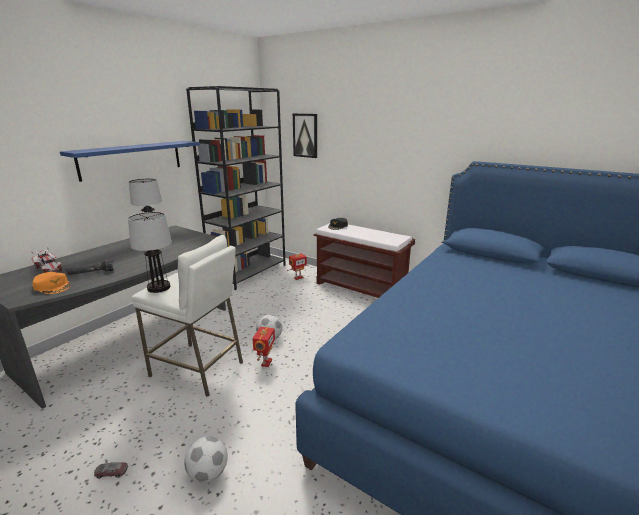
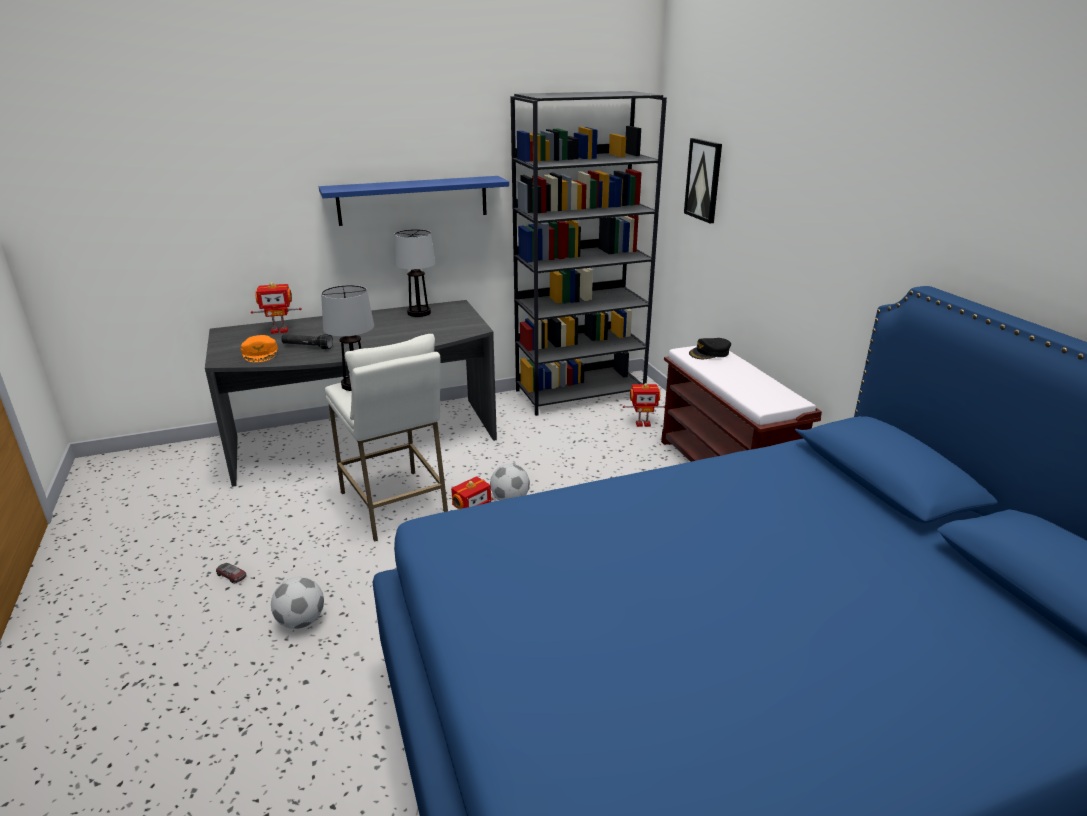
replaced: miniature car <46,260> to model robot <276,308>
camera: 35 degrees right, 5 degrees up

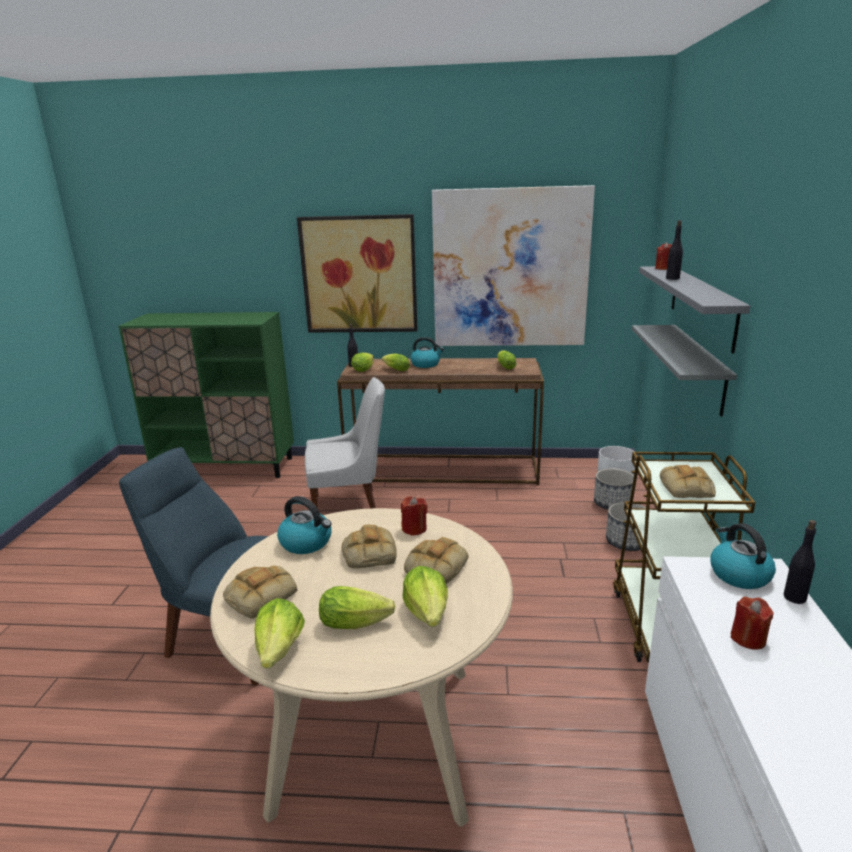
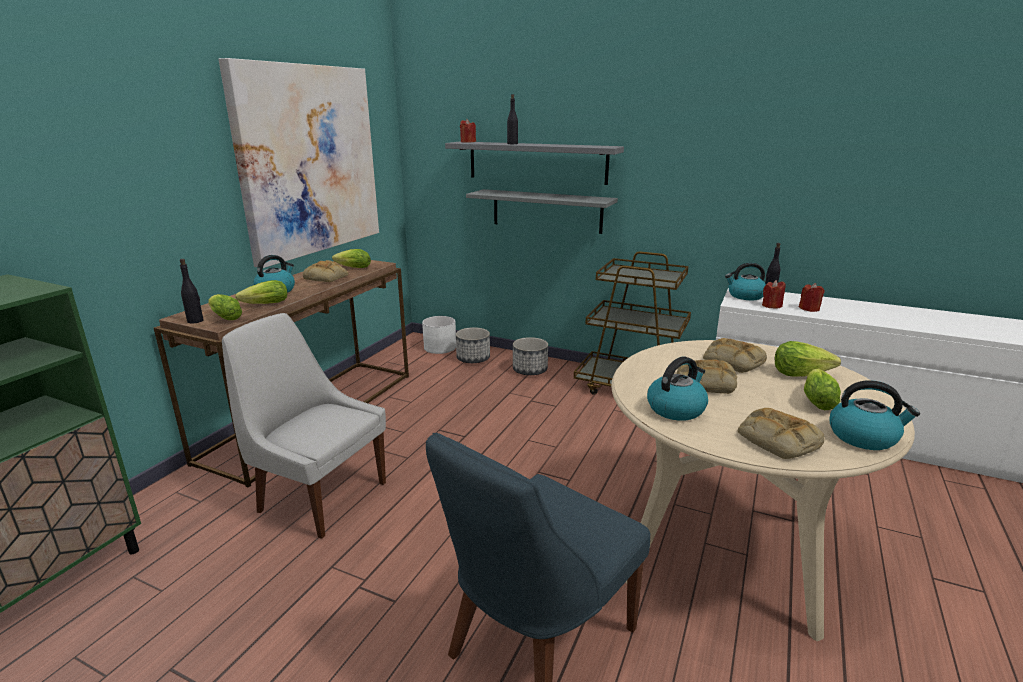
removed: picture <357,273>
moved: reddish wax light <414,516> to <773,294>; baked bread <688,481> to <326,271>
replaced: lettuce head <279,633> to water kettle <874,415>
turned: white-coloured upright chair <345,443> = <304,426> 75 degrees counterclockwise
camera: 70 degrees left, 0 degrees up

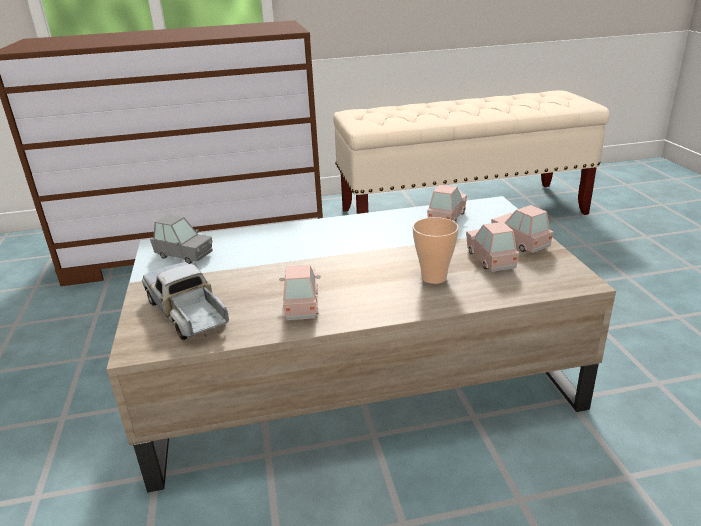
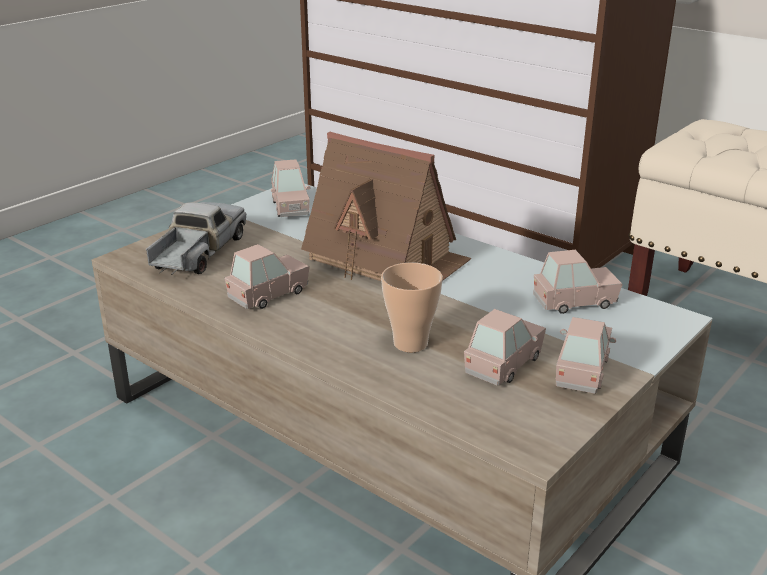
added: toy house <386,206>
recoloured: gray miniature car <181,239> to pink miniature car <291,188>
camera: 50 degrees right, 0 degrees up

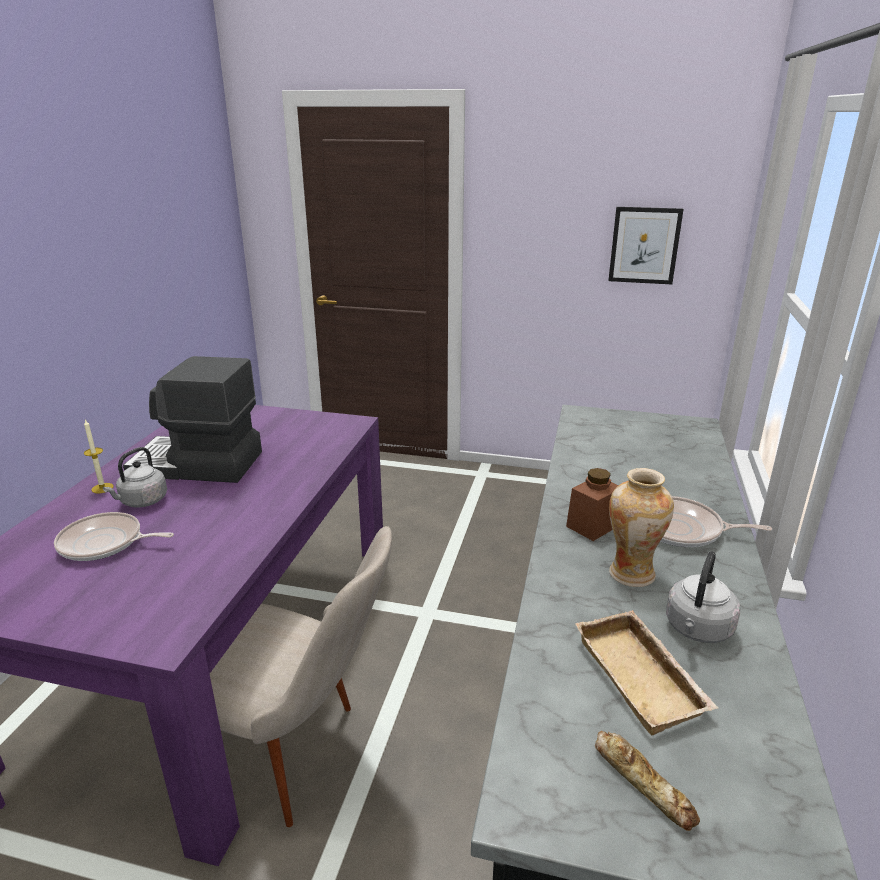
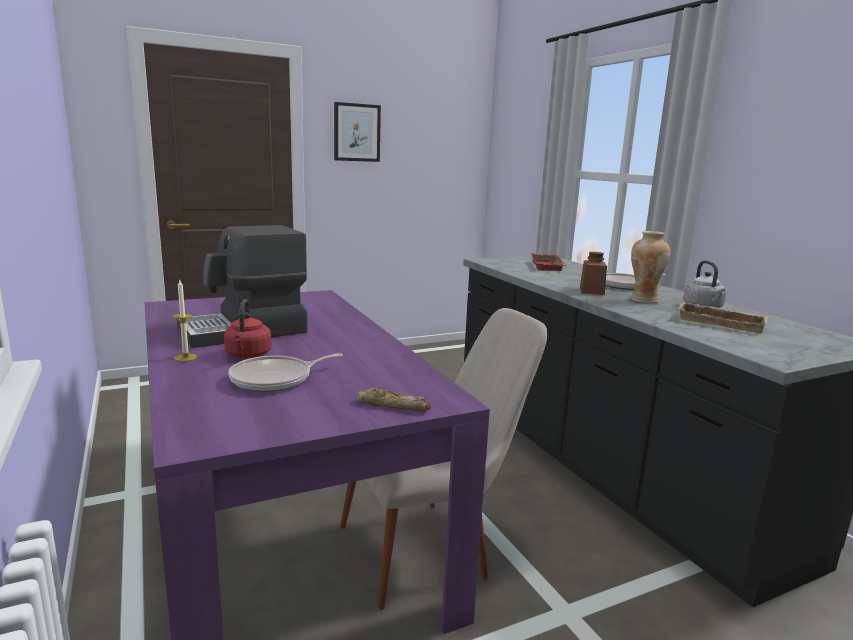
added: reddish carrying tray <548,262>
moved: baked bread <647,781> to <394,400>; picture <646,245> to <357,132>
recoloured: gray water kettle <135,477> to reddish water kettle <248,328>
camera: 40 degrees left, 10 degrees down

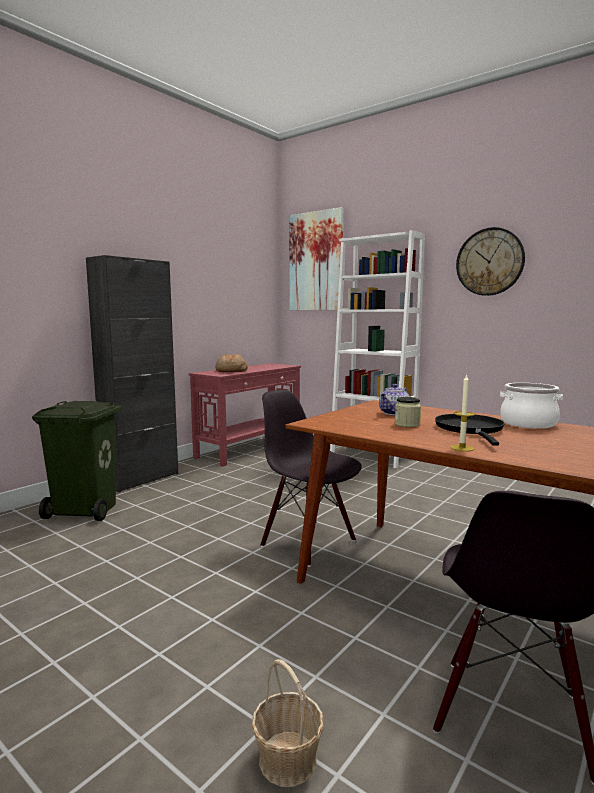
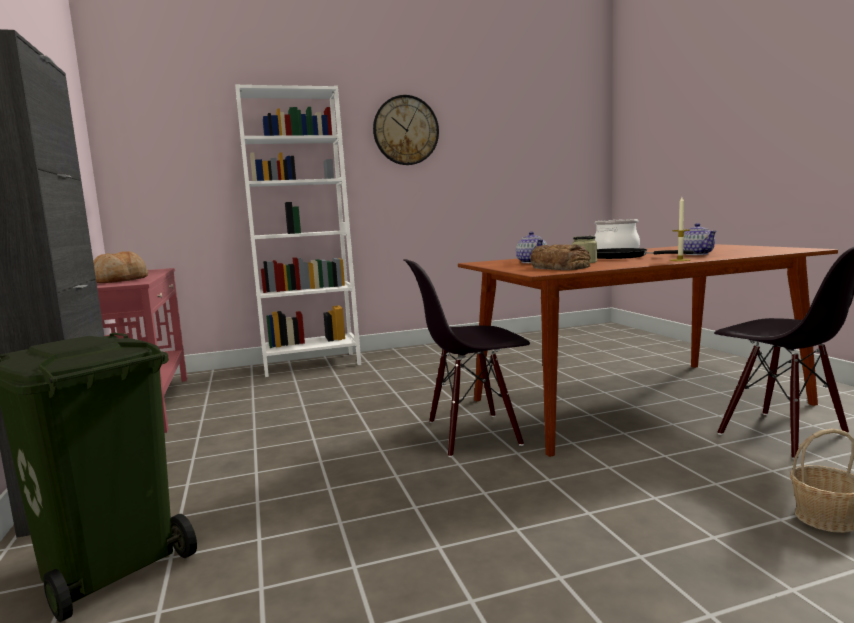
removed: picture <316,258>
added: baked bread <561,257>; tea pot <700,239>
camera: 55 degrees left, 0 degrees up

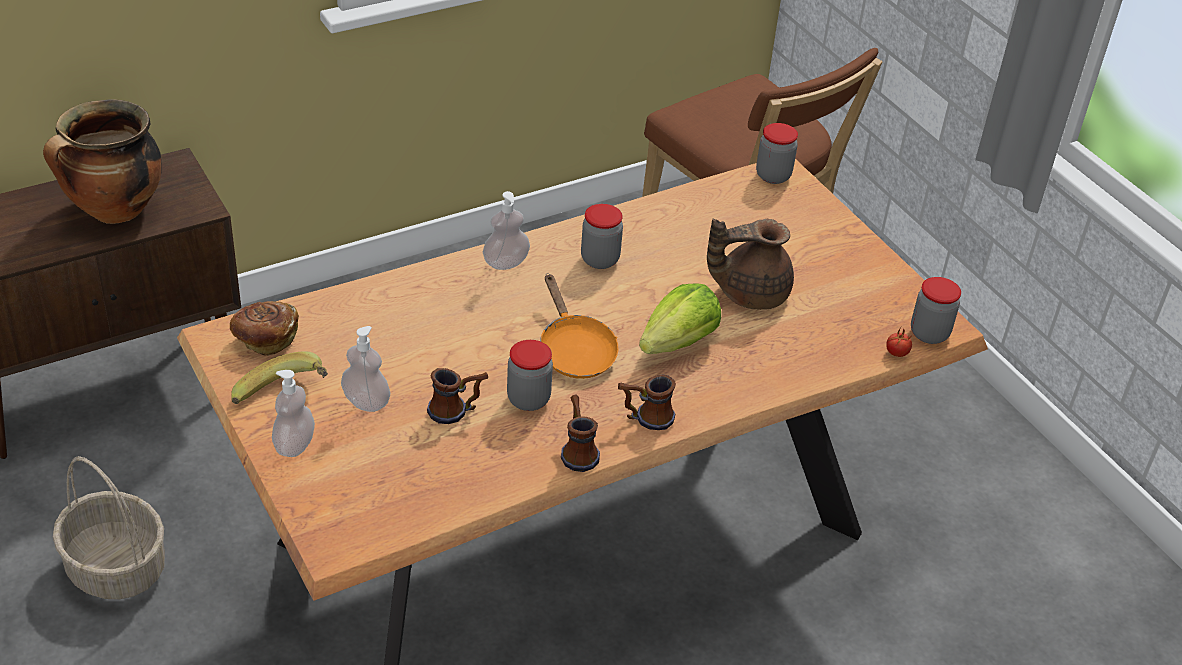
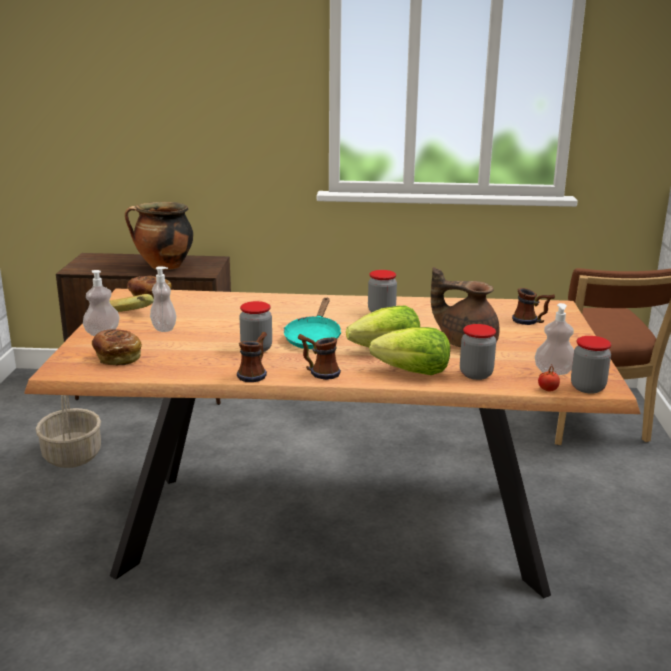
added: baked bread <117,347>; lettuce head <409,351>
moved: tea mug <457,396> to <533,306>; liquid soap bottle <506,230> to <554,339>; preserve jar <777,153> to <478,352>
recoloured: orangey pan <579,327> to turquoise pan <312,323>
camera: 35 degrees right, 20 degrees down

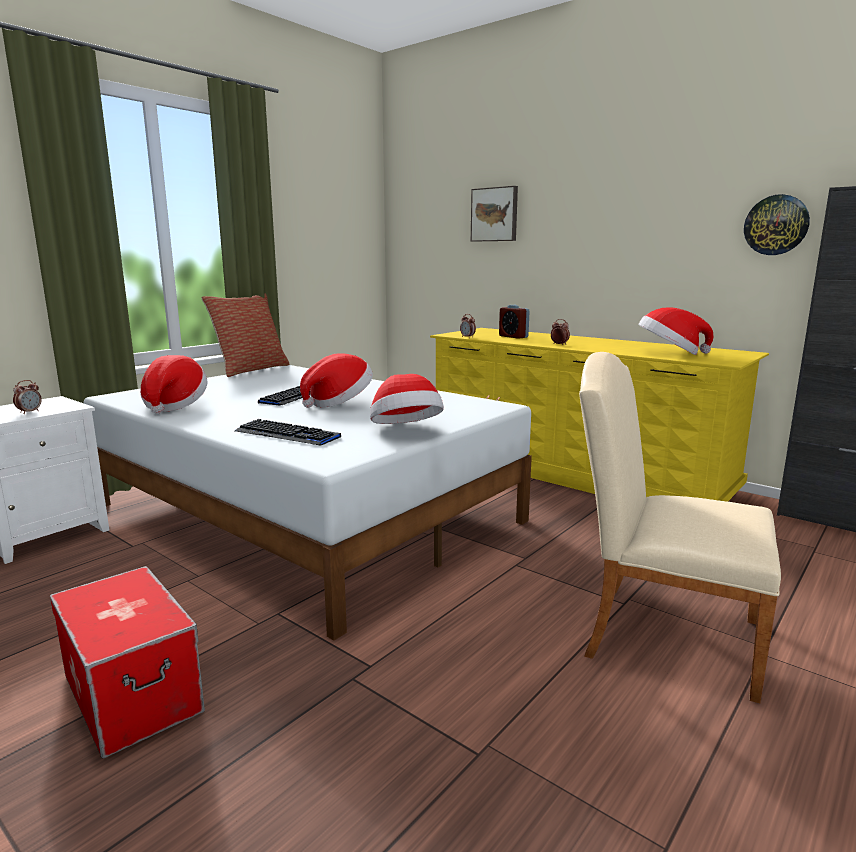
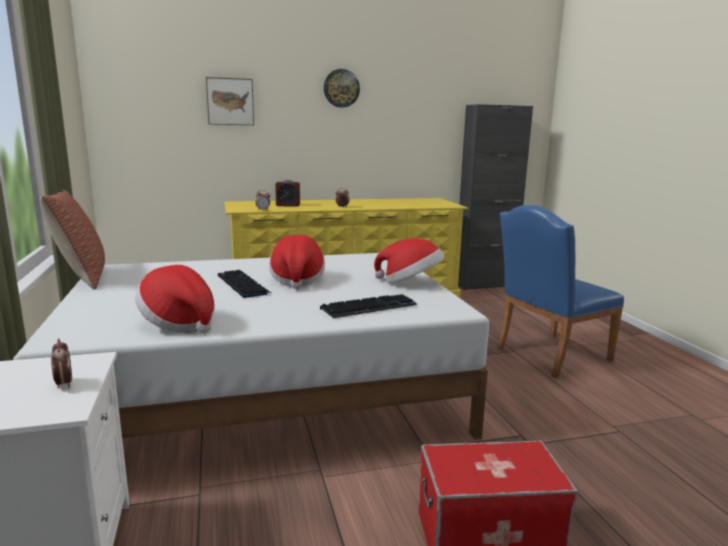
removed: clothing hat <676,331>
moved: wall clock <777,224> to <342,88>
recoloured: sand-coloured upright chair <680,527> to blue upright chair <560,291>
camera: 55 degrees left, 0 degrees up

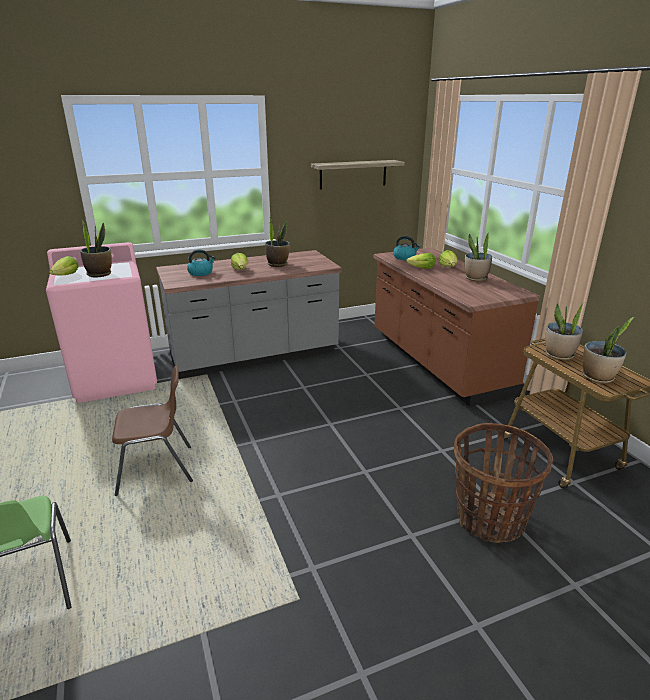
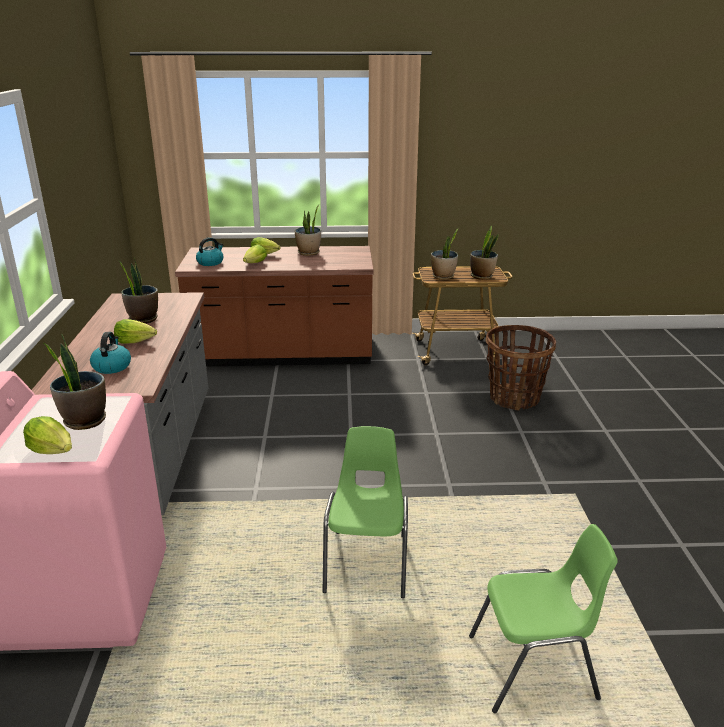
removed: wall shelf <358,175>
recoloured: brown upright chair <152,431> to green-coloured upright chair <365,512>
camera: 70 degrees left, 0 degrees up

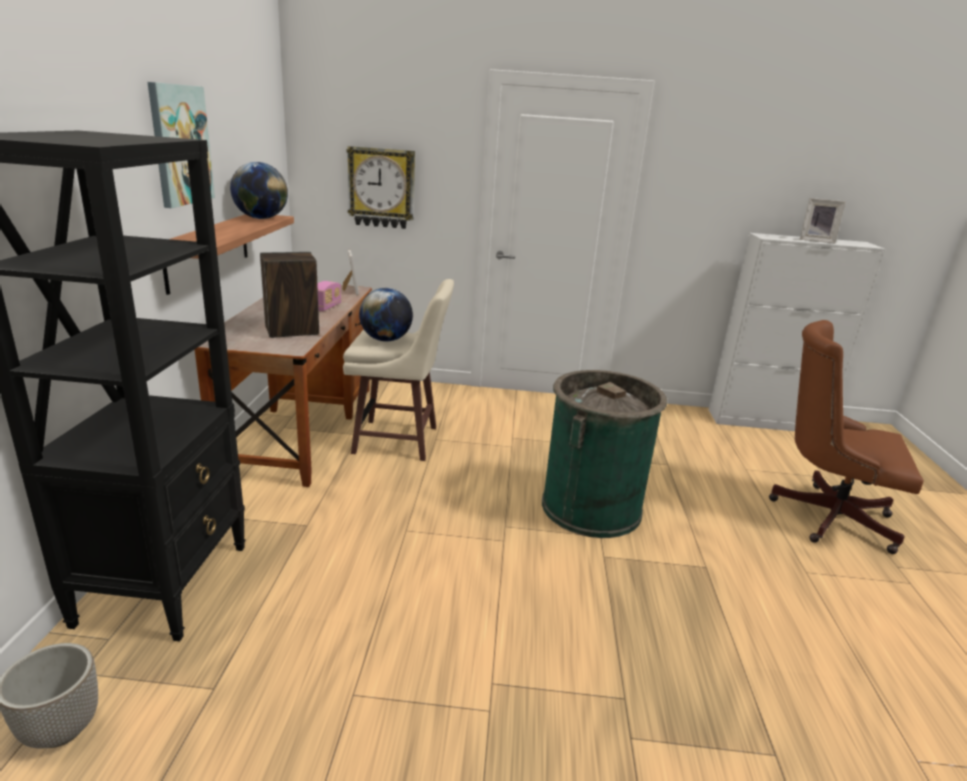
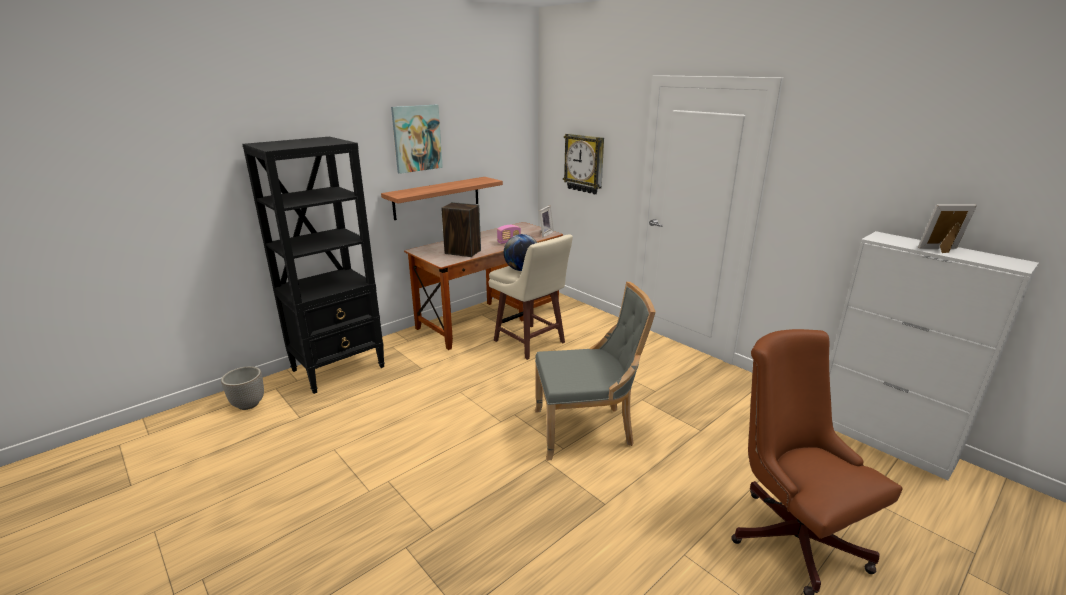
removed: world globe <259,190>
replaced: green-coloured rubbish bin <604,454> to gray upright chair <595,371>
turned: standing frame <823,220> = <947,229> 120 degrees clockwise
camera: 45 degrees right, 0 degrees up

